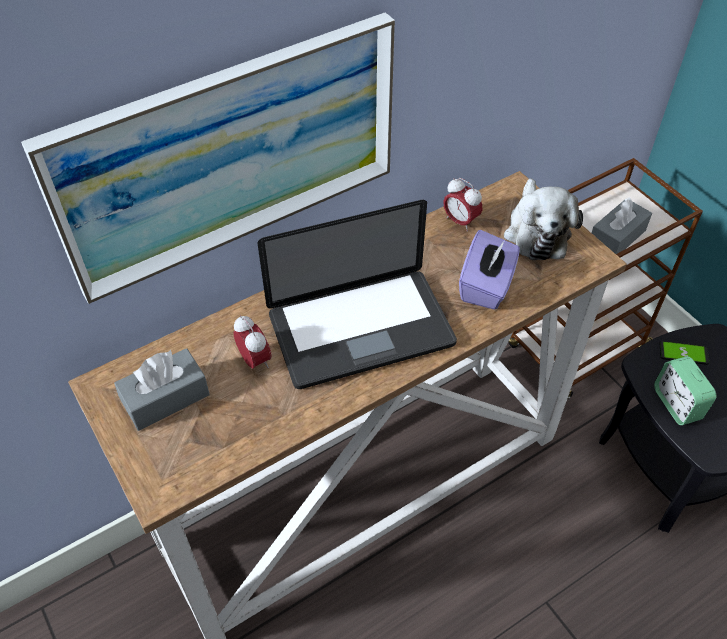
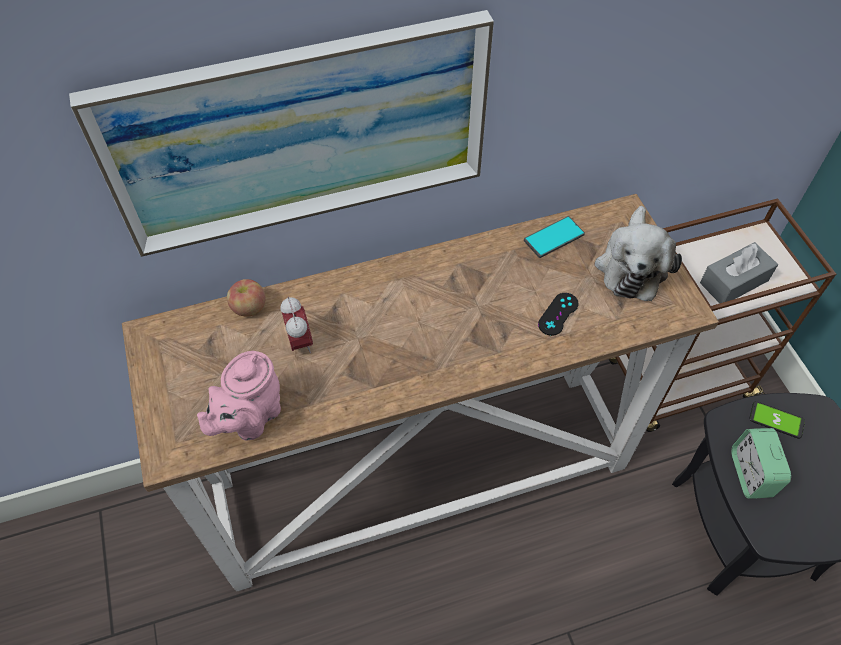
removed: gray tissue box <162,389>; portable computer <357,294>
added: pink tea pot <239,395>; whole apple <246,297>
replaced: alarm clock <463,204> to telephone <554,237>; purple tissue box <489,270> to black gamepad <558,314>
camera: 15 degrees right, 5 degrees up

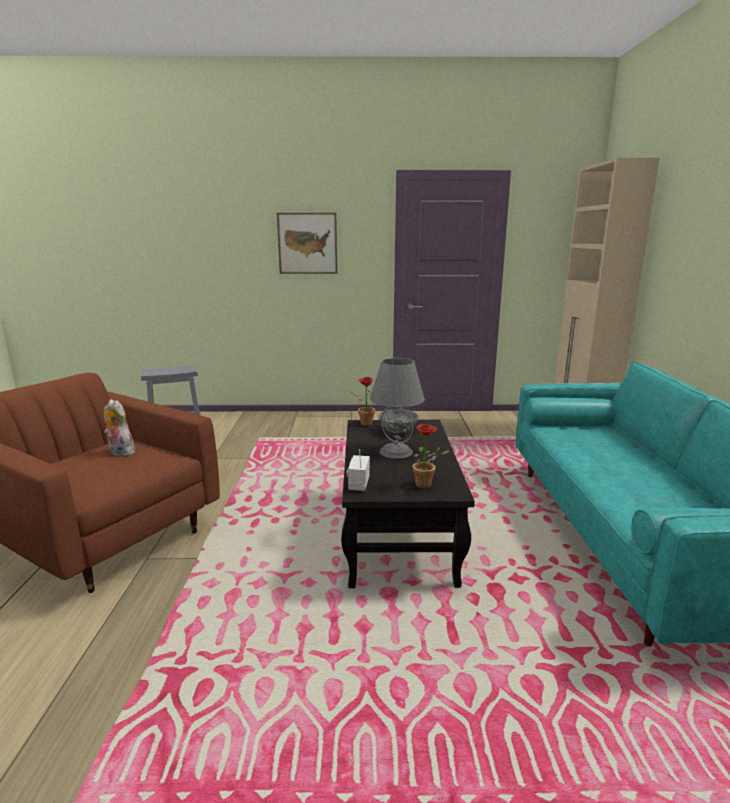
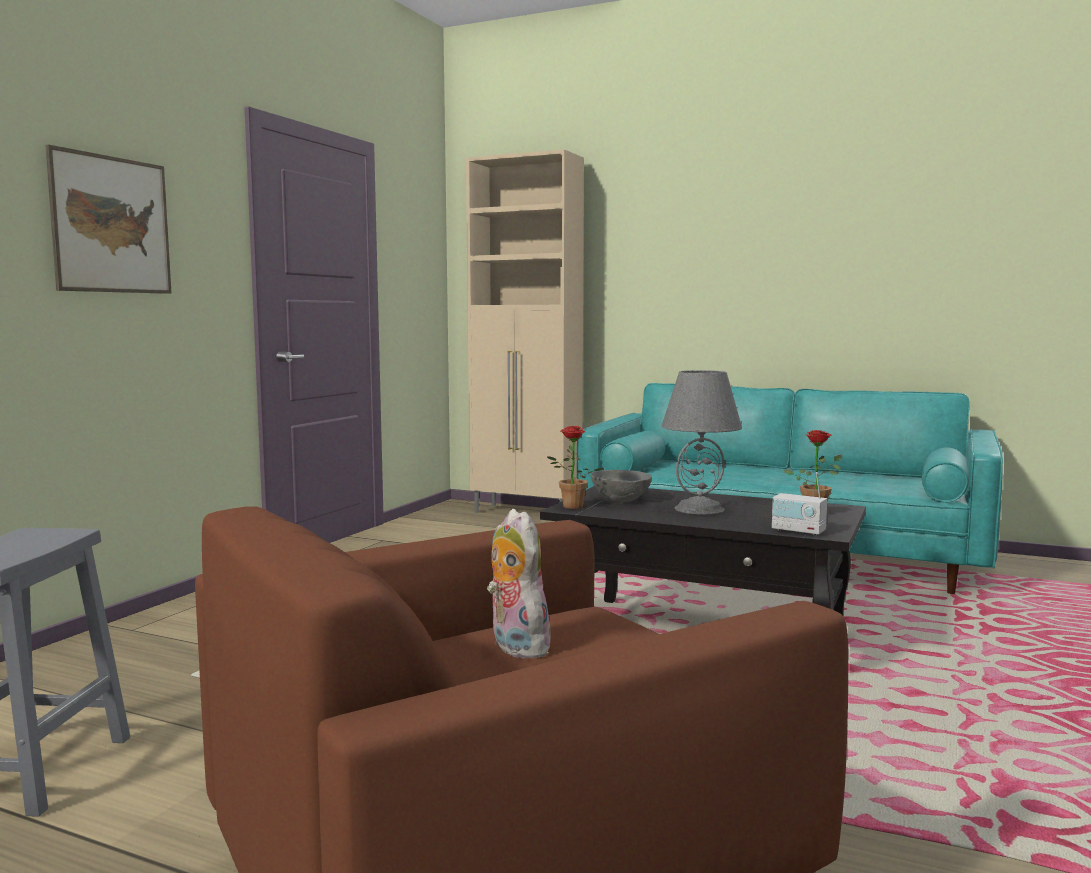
turned: cuddly toy <119,428> = <520,584> 90 degrees clockwise
camera: 65 degrees left, 10 degrees down

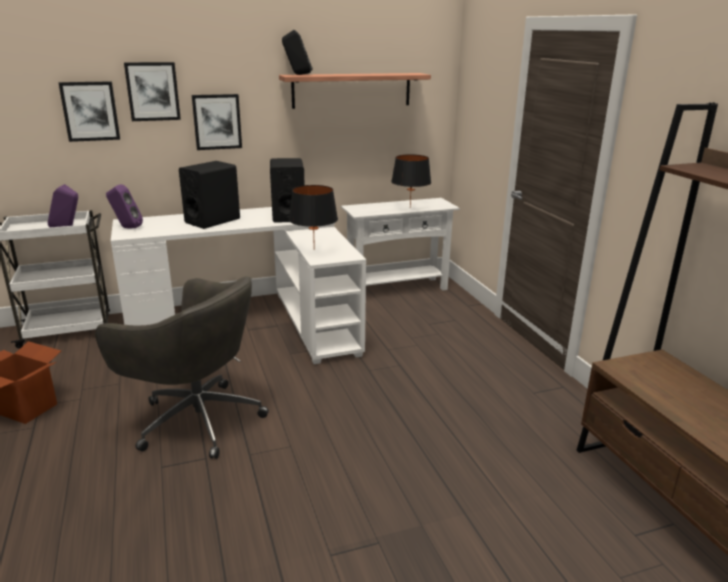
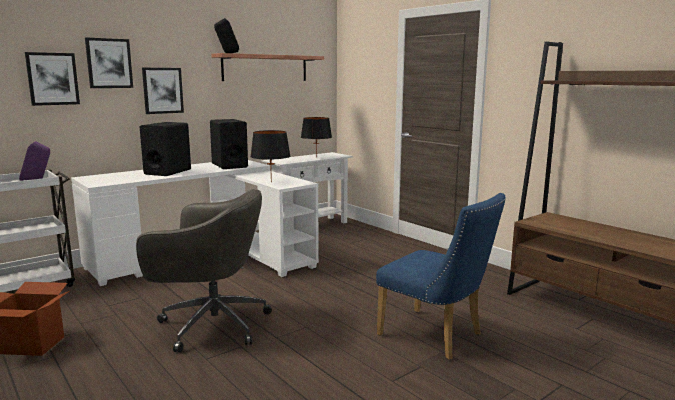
removed: purple loudspeaker <124,206>
added: blue upright chair <441,276>
camera: 20 degrees left, 10 degrees down

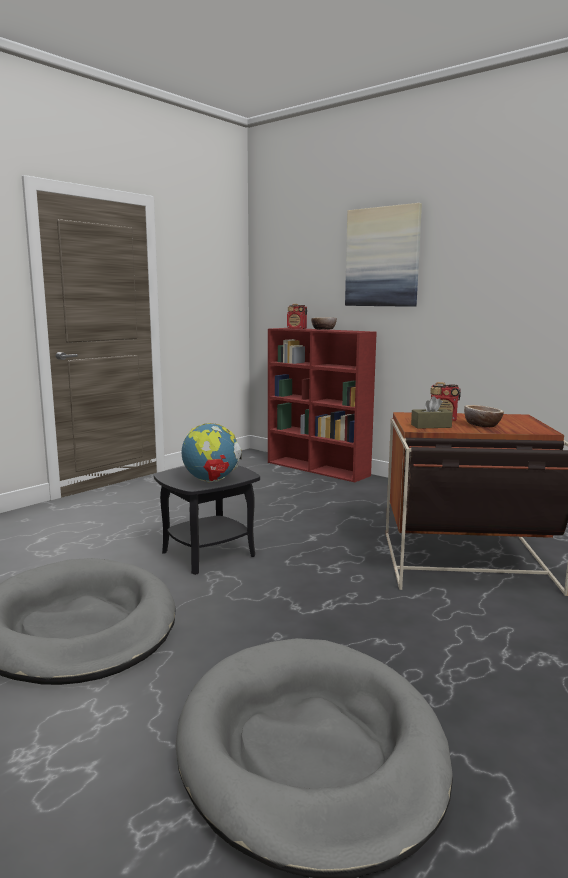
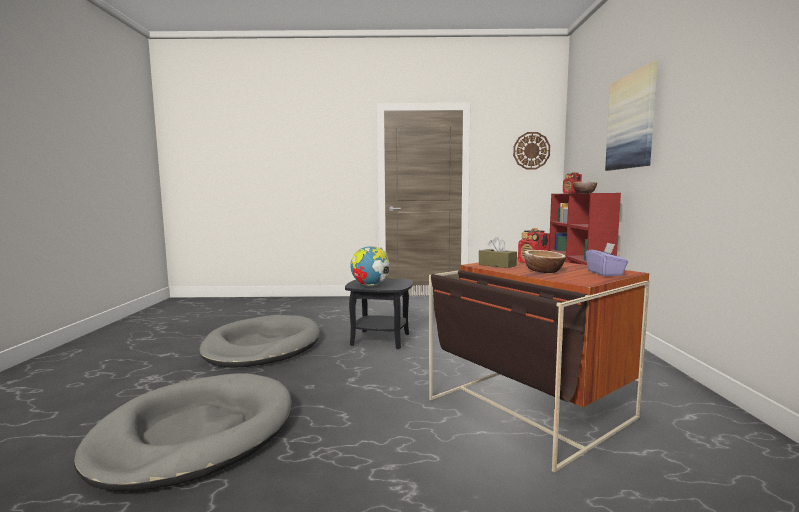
added: wall clock <531,151>; purple tissue box <607,259>
camera: 50 degrees right, 5 degrees down

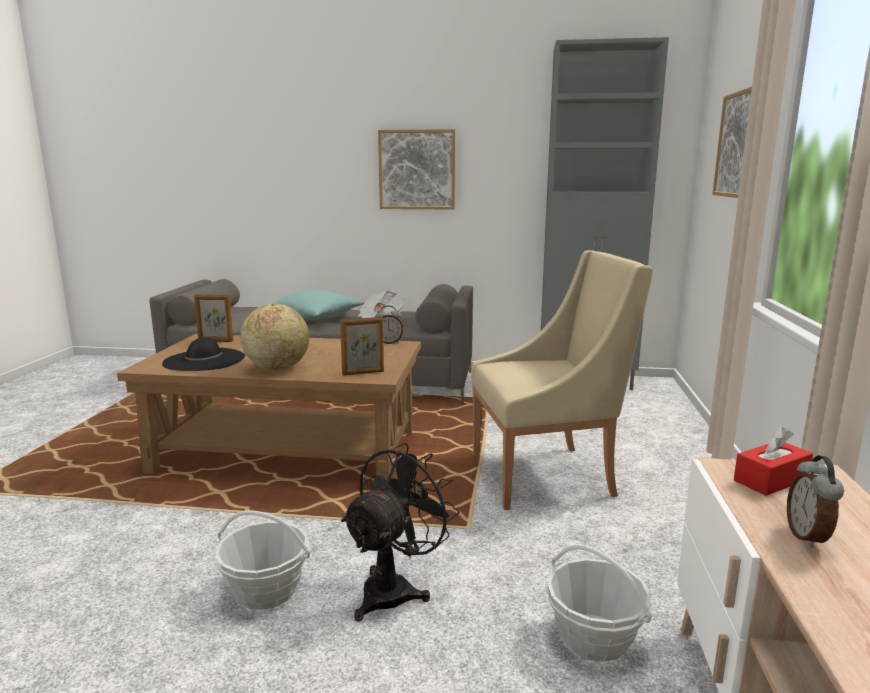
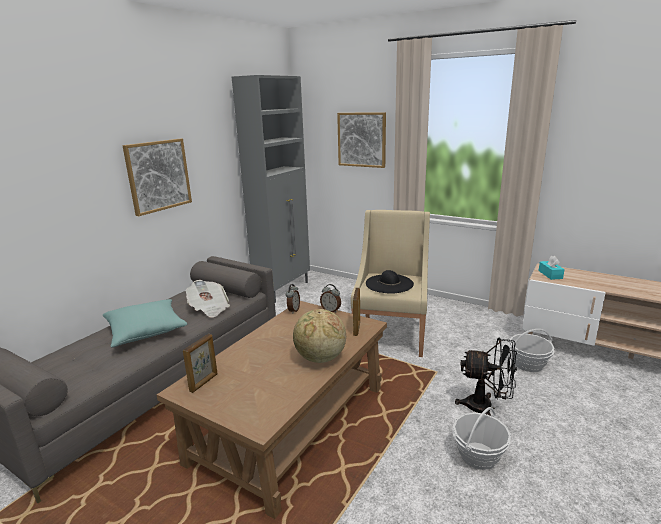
moved: black clothing hat <203,354> to <390,282>; alarm clock <815,502> to <330,298>
recoloured: reddish tissue box <773,461> to turquoise tissue box <551,268>
turned: black cooling fan <400,532> = <486,377> 135 degrees clockwise
camera: 65 degrees left, 5 degrees up

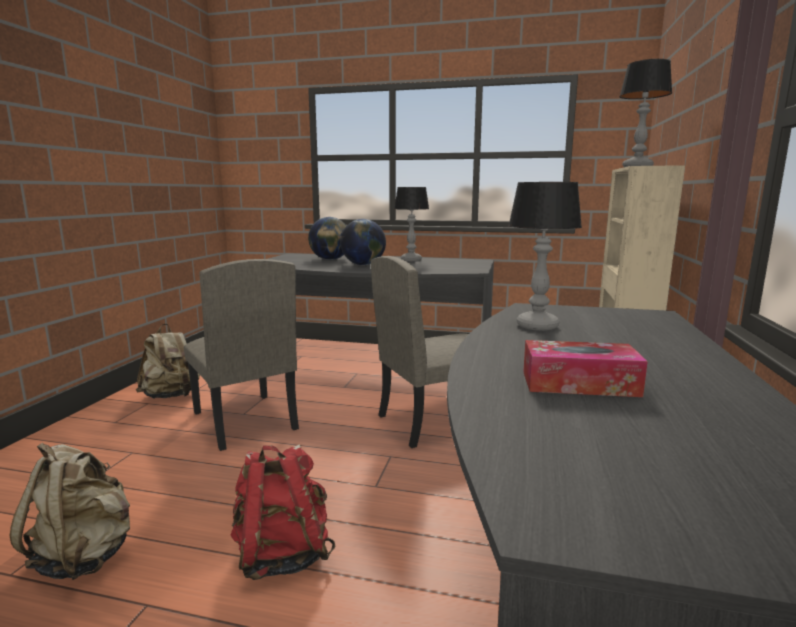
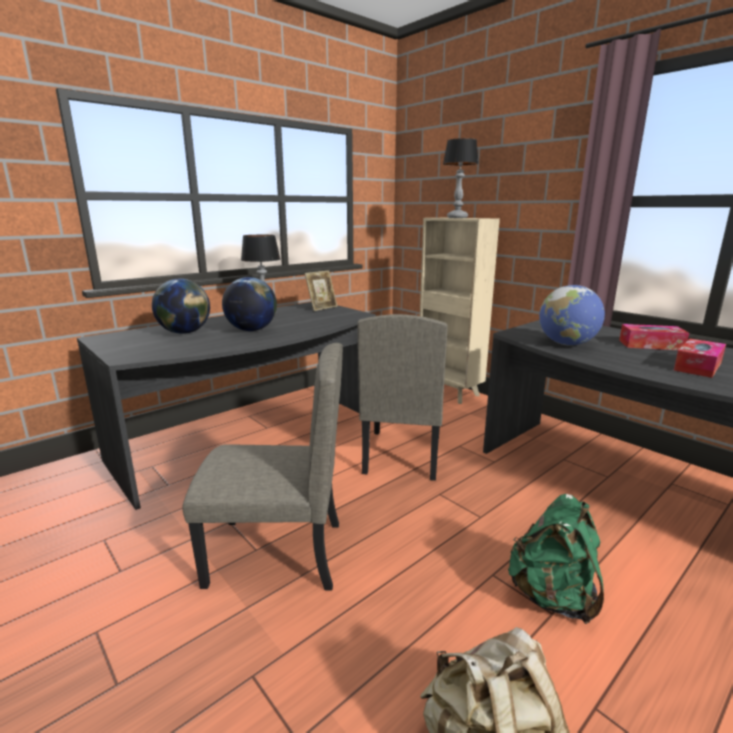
removed: sand-coloured rucksack <168,361>
added: standing frame <321,291>; tissue box <654,337>
replaced: table lamp <545,256> to world globe <572,315>
recoloured: reddish rucksack <283,512> to green-coloured rucksack <556,559>
camera: 55 degrees left, 5 degrees up

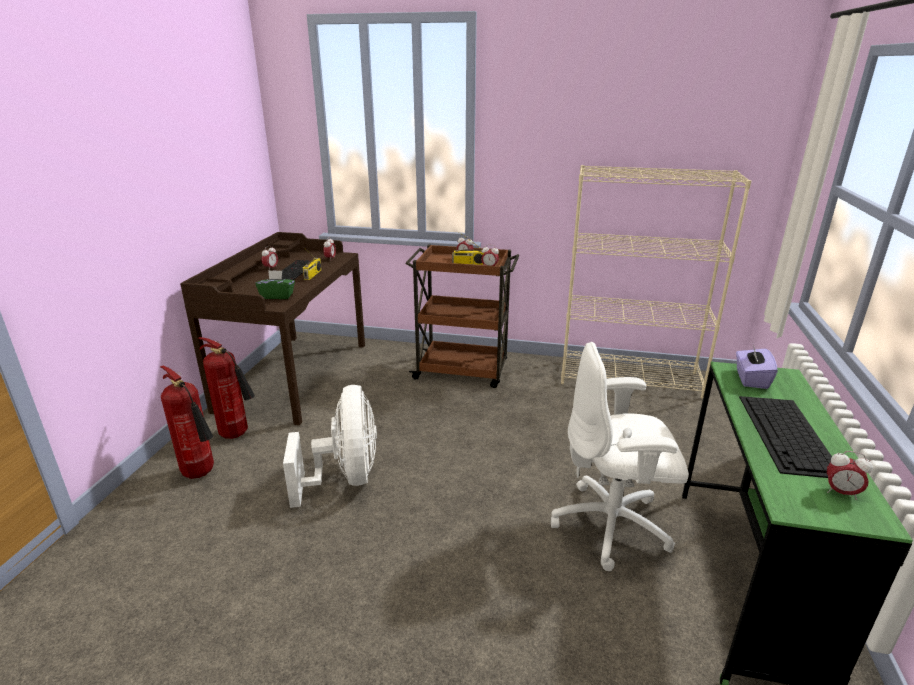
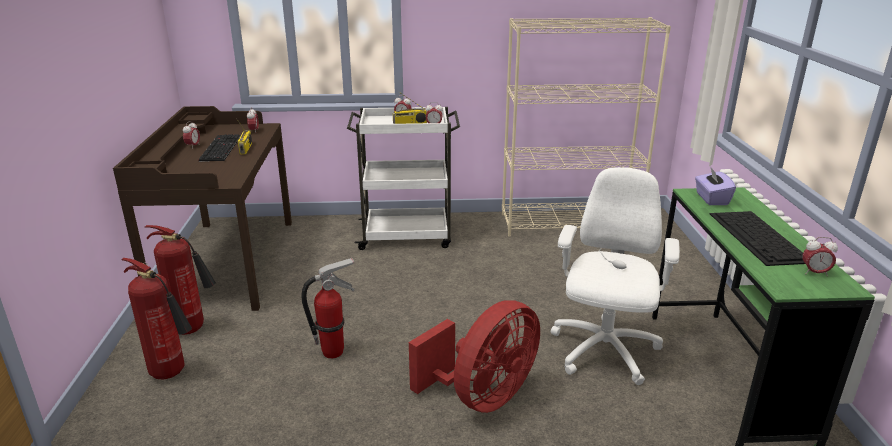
removed: green-coloured tissue box <275,284>
added: reddish cooling fan <474,356>
replaced: white-coloured cooling fan <330,446> to fire-fighting cylinder <328,308>
recoloured: brown cart <462,316> to white-coloured cart <403,178>
turned: white-coloured desk chair <620,456> = <615,276> 120 degrees clockwise
camera: 15 degrees left, 0 degrees up

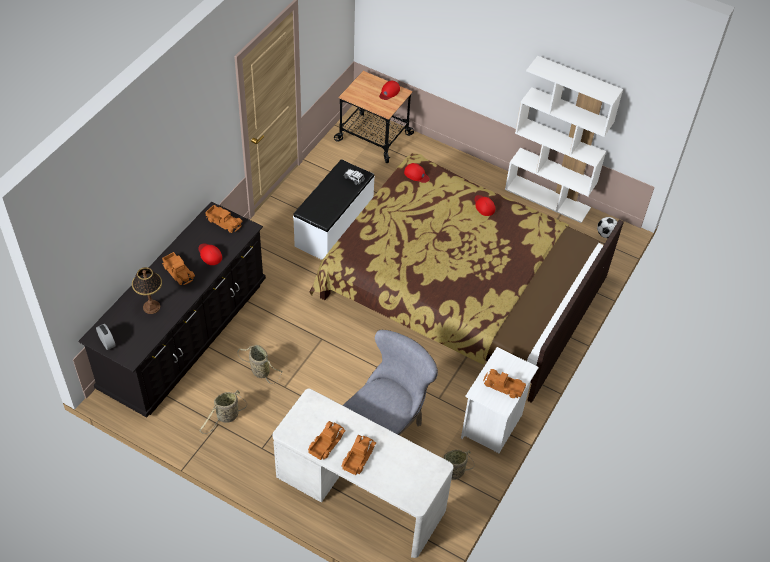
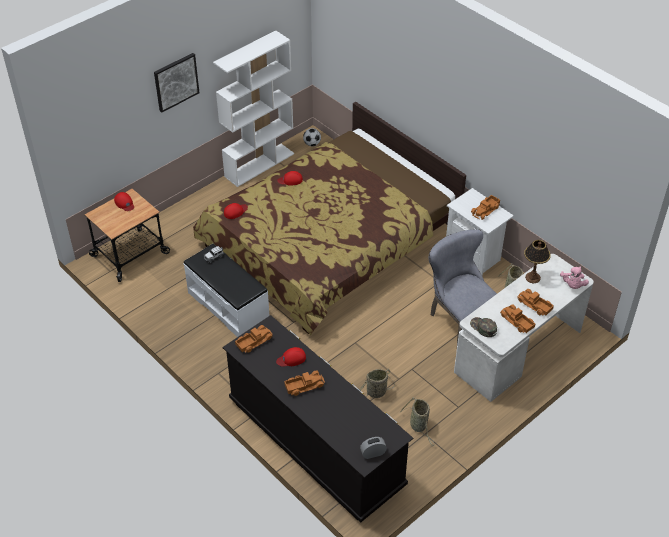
added: picture <176,83>; green-coloured peaked cap <483,327>; pink cuddly toy <574,278>
moved: table lamp <147,290> to <537,261>
camera: 70 degrees left, 5 degrees down

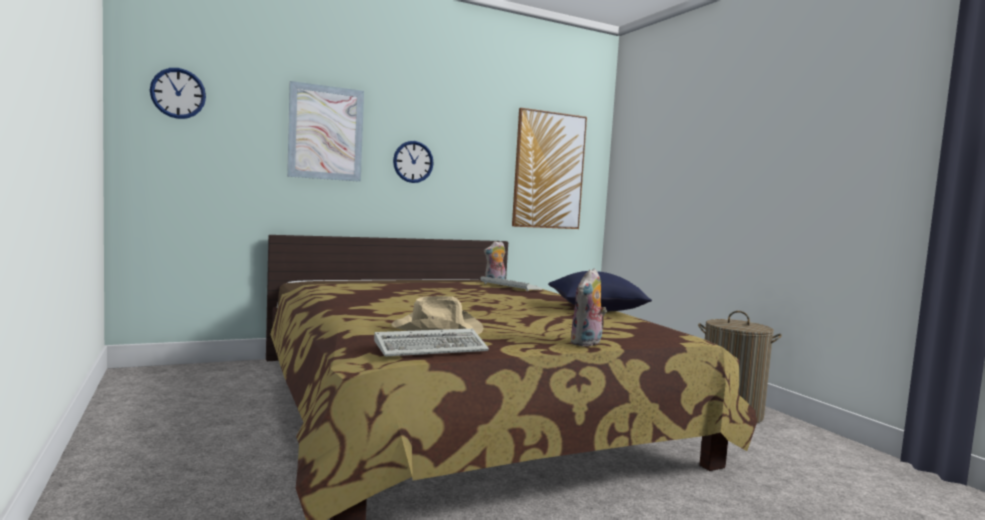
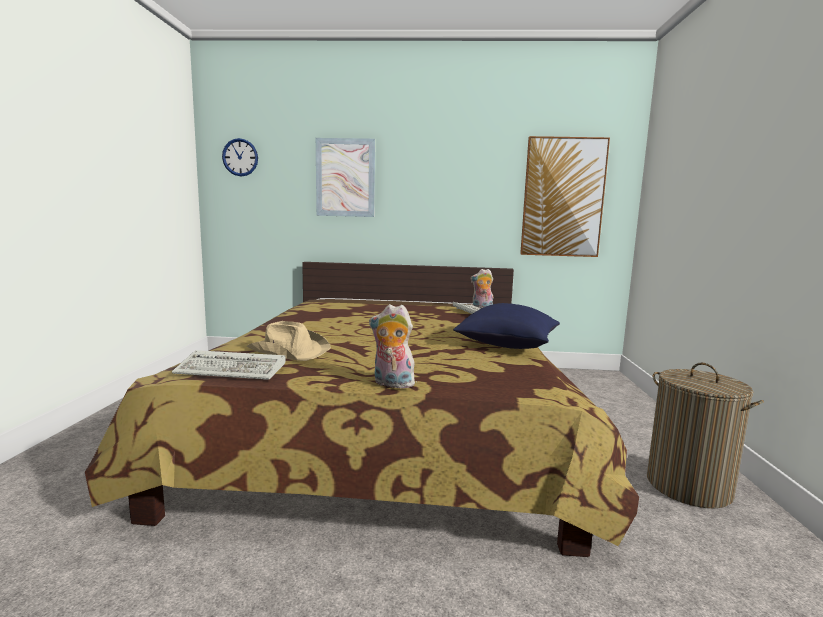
removed: wall clock <413,162>
turned: cuddly toy <588,307> = <392,346> 45 degrees clockwise
camera: 30 degrees right, 5 degrees up

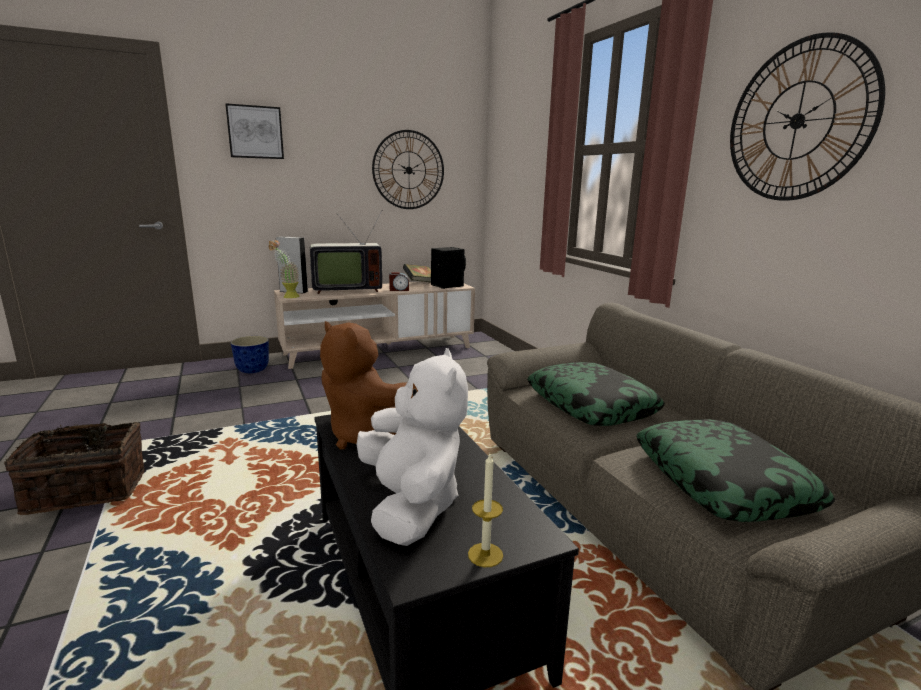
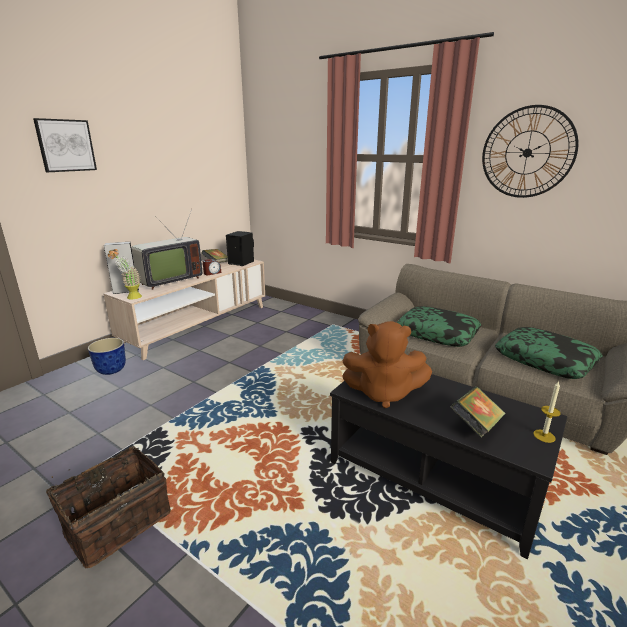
removed: wall clock <408,169>
replaced: white-coloured cuddly toy <412,447> to book <478,412>
camera: 30 degrees left, 5 degrees up

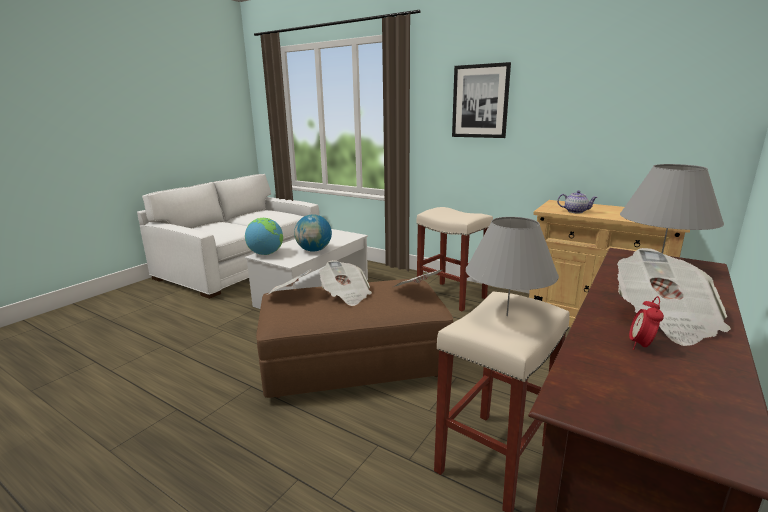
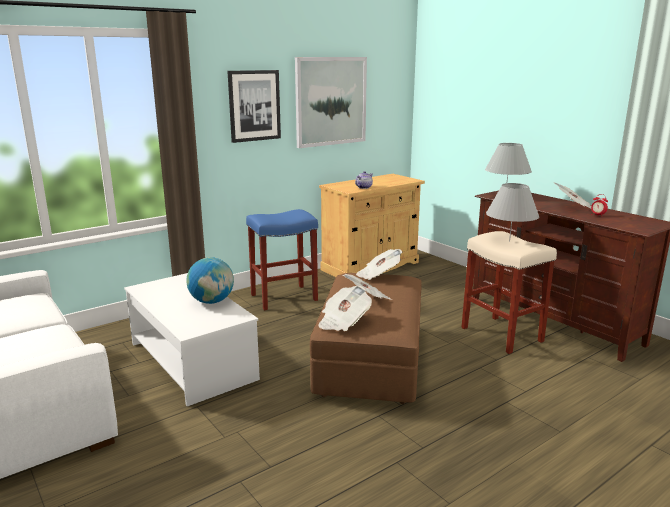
removed: world globe <264,236>
added: picture <331,102>
recoloured: sand-coloured stool seat <455,259> to blue stool seat <282,259>
camera: 70 degrees left, 0 degrees up

